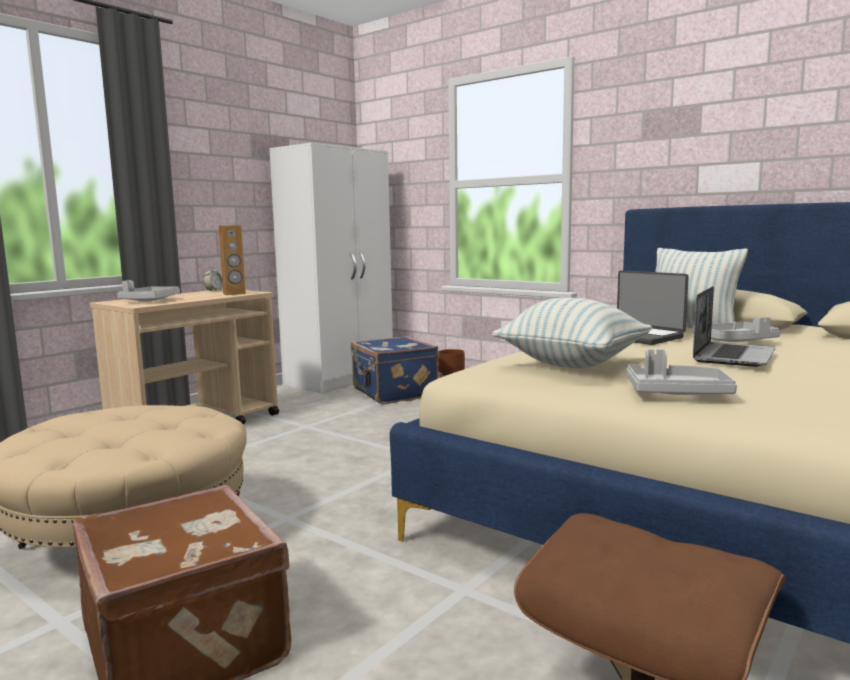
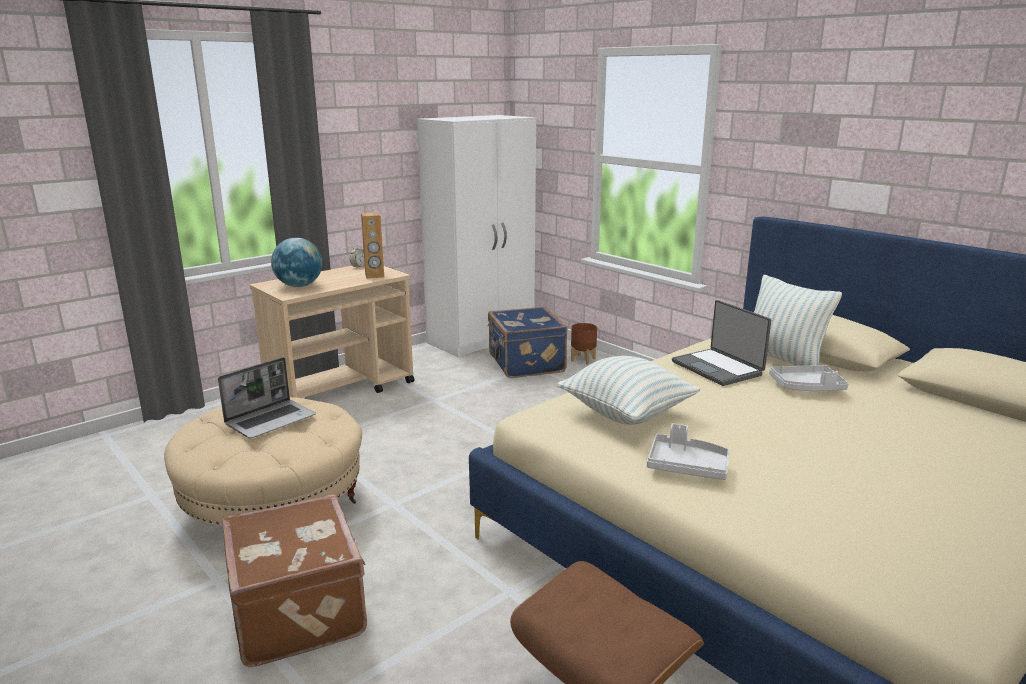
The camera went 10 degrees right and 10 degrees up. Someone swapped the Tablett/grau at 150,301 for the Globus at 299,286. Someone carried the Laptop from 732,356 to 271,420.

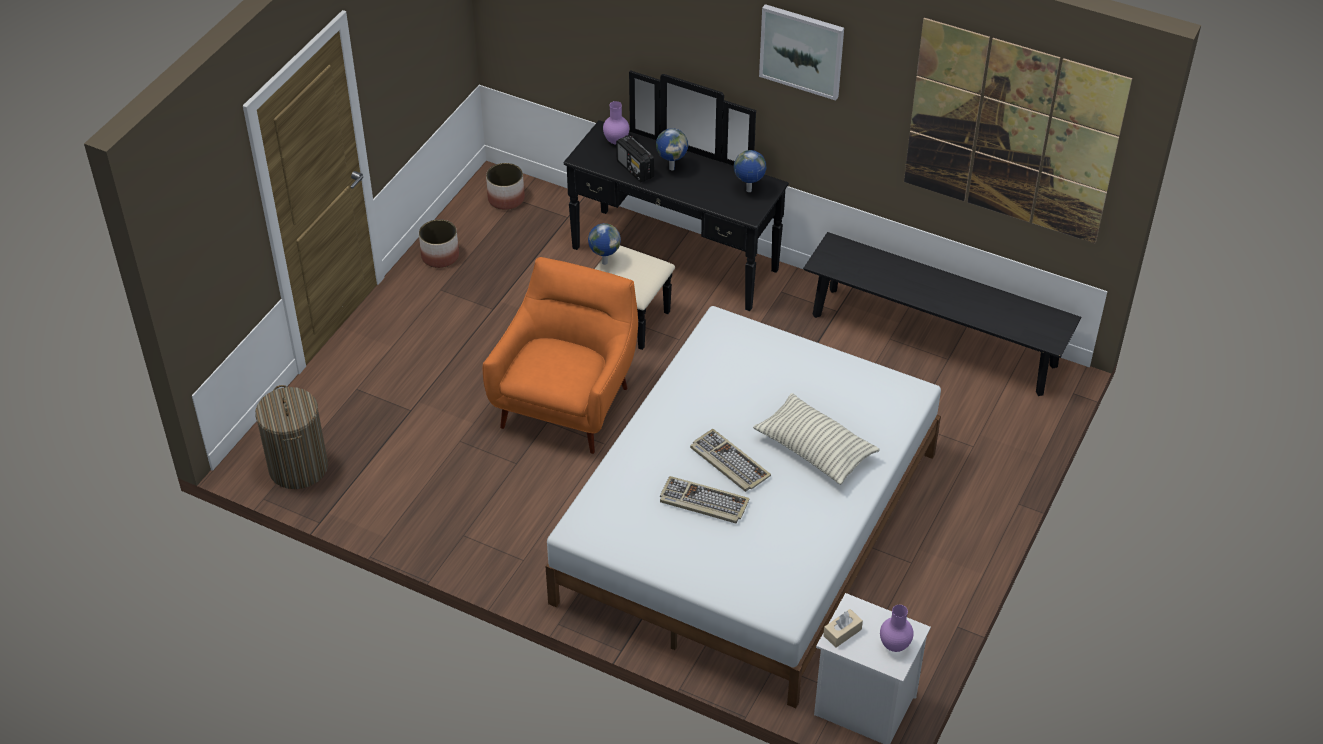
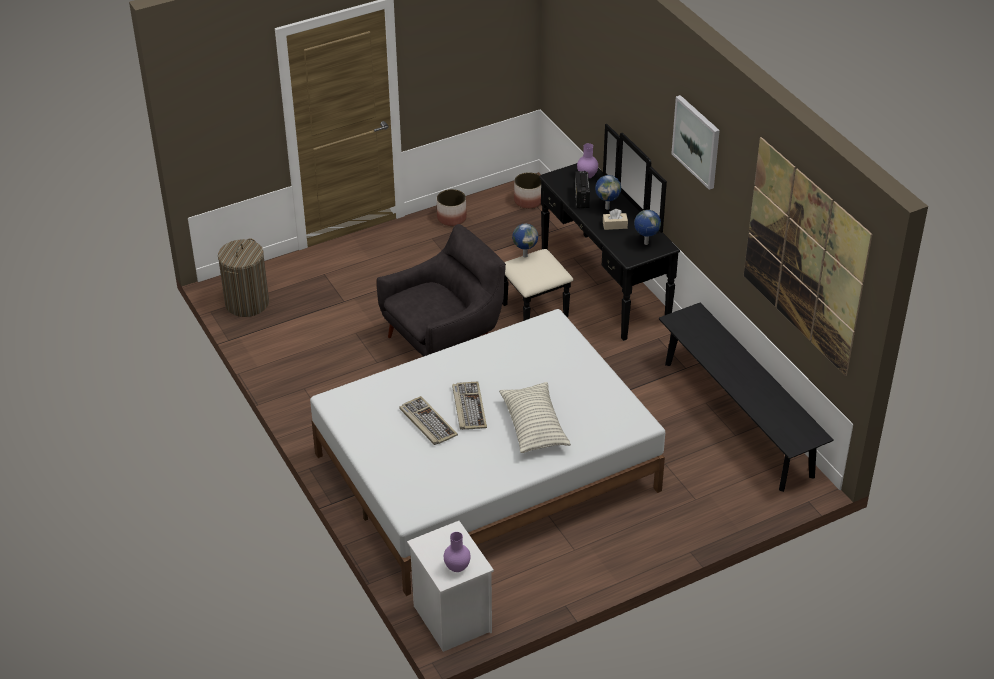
The camera went 35 degrees right and 5 degrees down. Someone repainted the Sessel/orange at 567,403, which became the Sessel/grau at 444,341. Someone carried the Taschentuchbox/beige from 842,632 to 615,225.

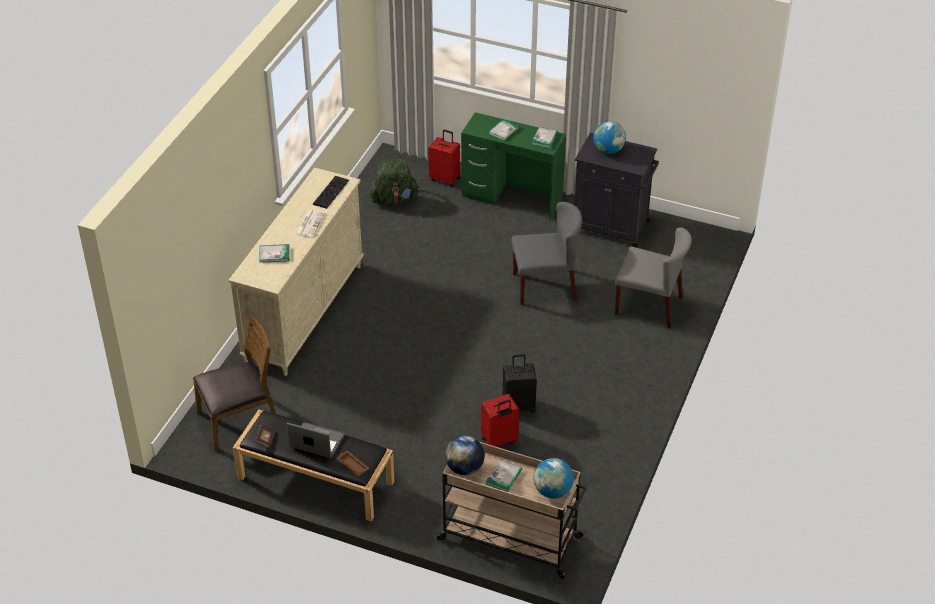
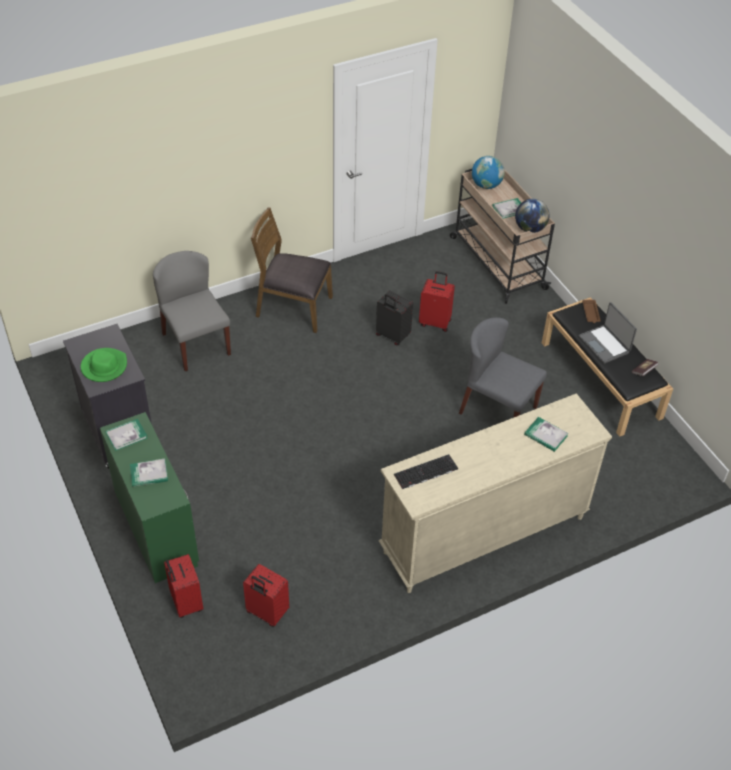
The camera went 140 degrees left and 5 degrees up. Someone carried the Stuhl/braun from 239,420 to 293,307. Someone took away the Zeitung at 309,223. Someone swapped the Rucksack/grün at 394,200 for the Koffer/rot at 266,613. Someone carried the Stuhl/grau from 544,286 to 497,410. Someone swapped the Globus at 608,150 for the Hut/grün at 104,367.

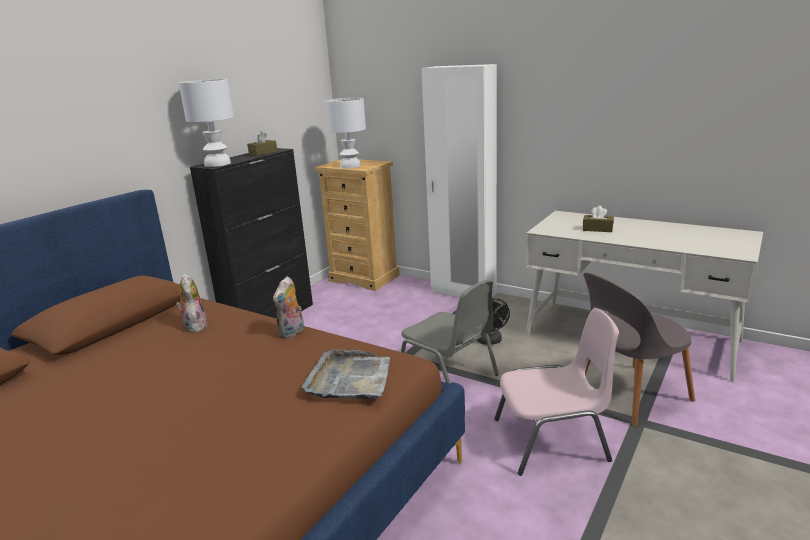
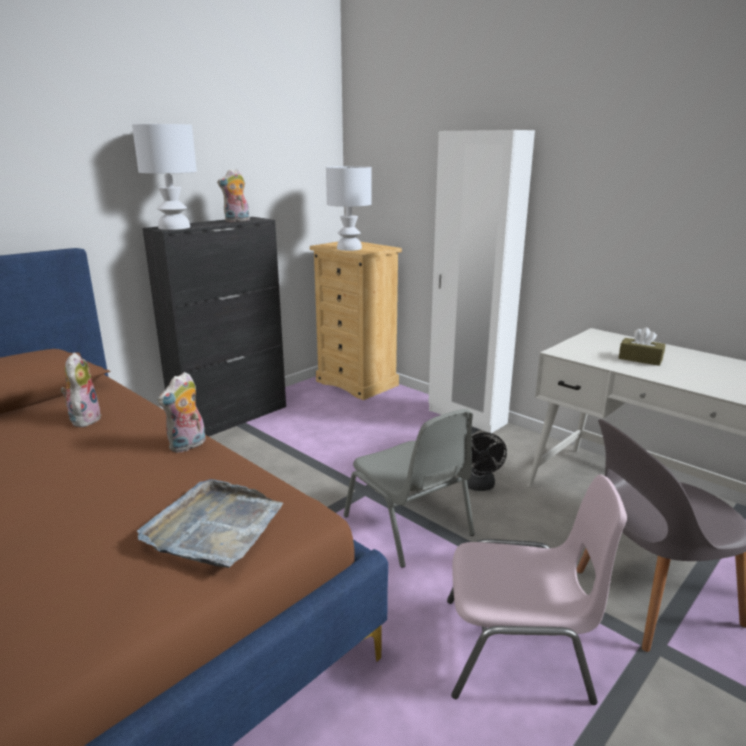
The camera went 10 degrees right and 0 degrees up. Someone swapped the Taschentuchbox/braun at 263,153 for the Plüschtier at 237,221.

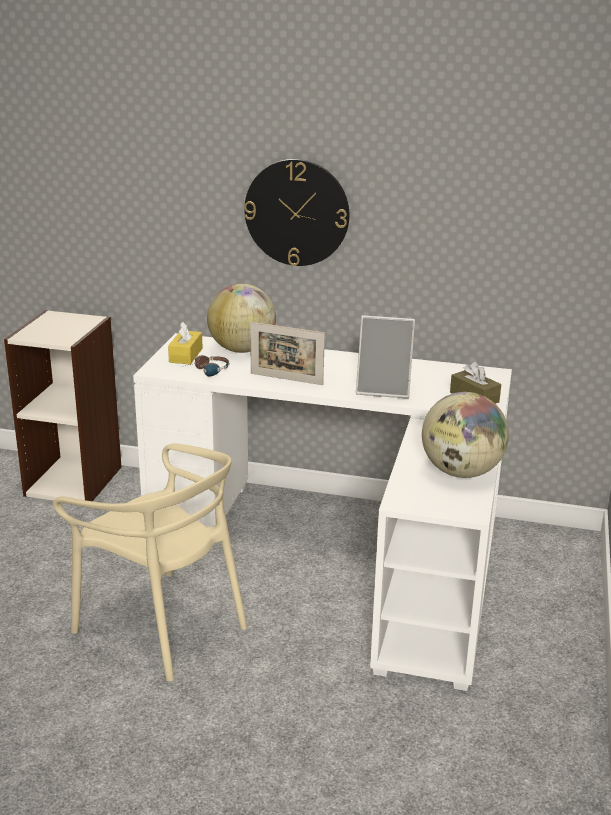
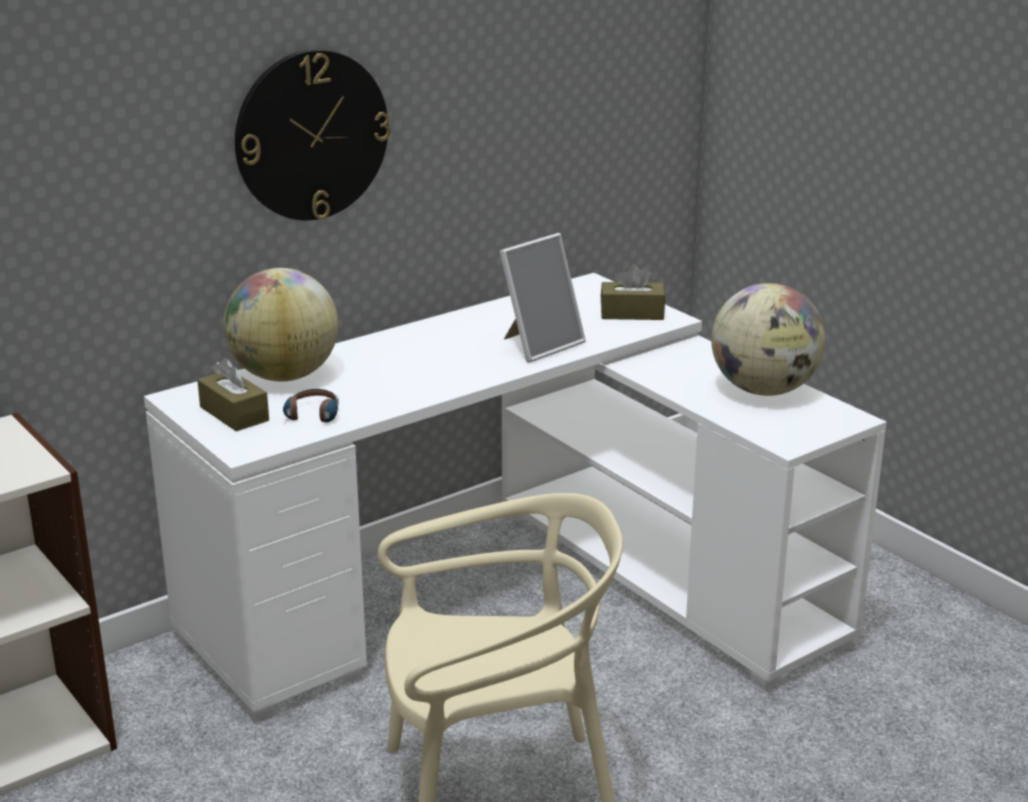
The camera went 50 degrees left and 0 degrees up. Someone repainted the Taschentuchbox/gelb at 186,355, which became the Taschentuchbox/braun at 234,414. Someone took away the Bilderrahmen at 286,379.

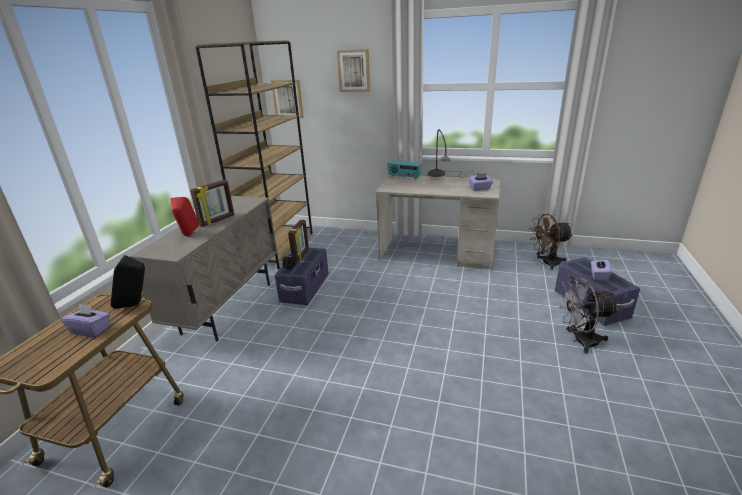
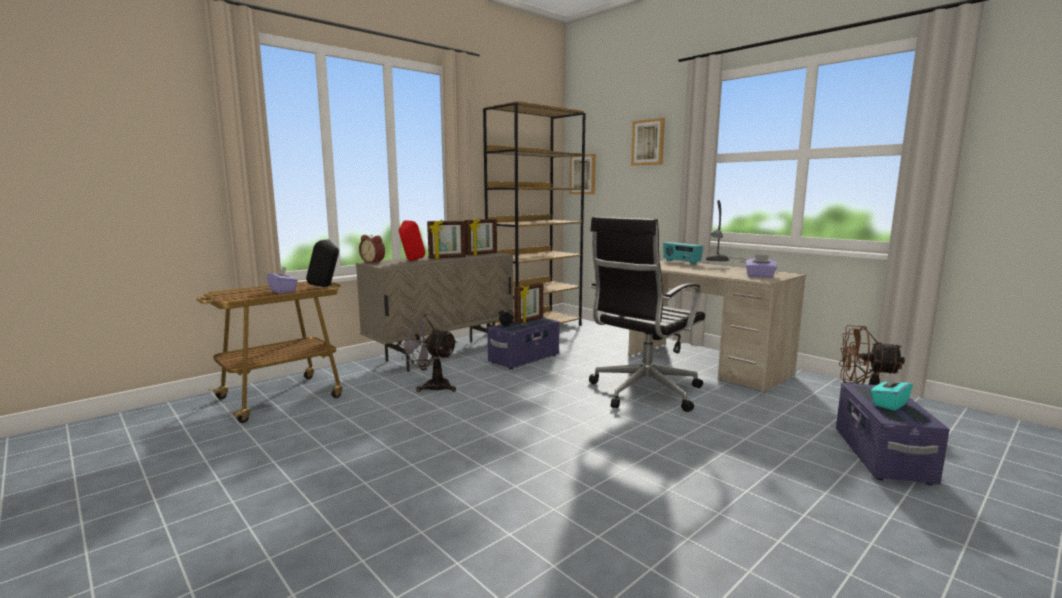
The camera went 30 degrees right and 15 degrees down. Someone carried the Ventilator/grau from 580,341 to 432,386. Someone repainted the Taschentuchbox/lila at 598,276, which became the Taschentuchbox/türkis at 889,404. Someone put down the Wecker at 374,262. Someone put down the Bilderrahmen at 482,254. Someone put down the Bürostuhl/schwarz at 643,392.

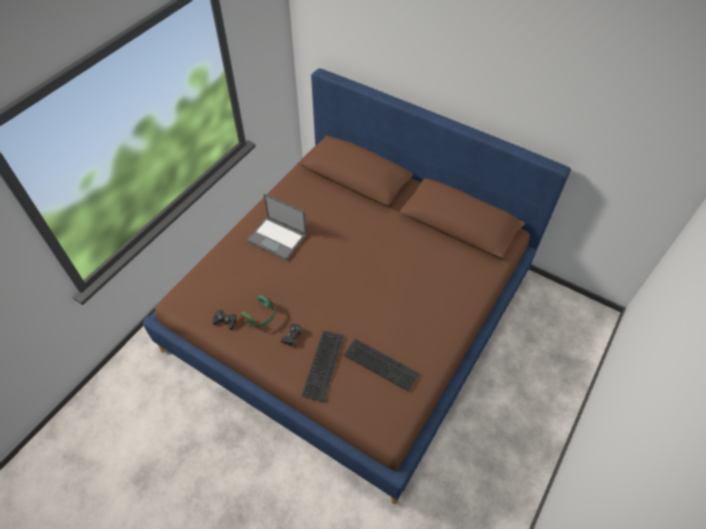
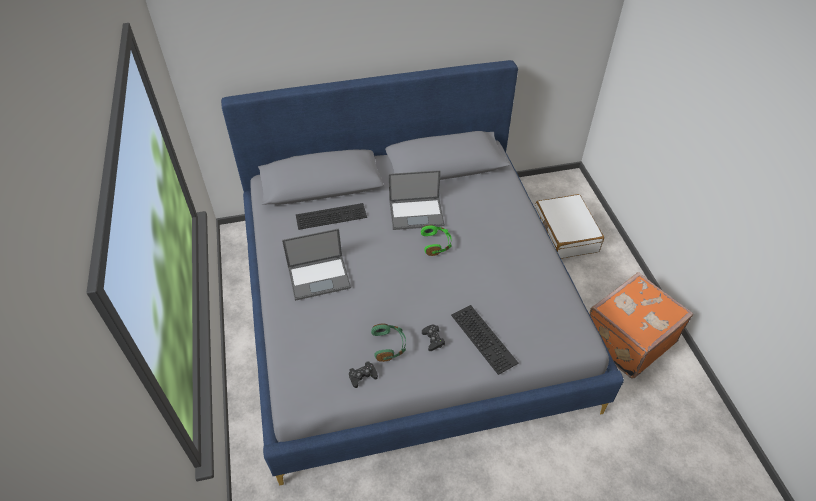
The camera went 45 degrees left and 5 degrees down. Someone repainted the Bett/braun at 352,310, which became the Bett/grau at 408,307. Someone carried the Tastatur from 382,363 to 331,215. Someone put down the Laptop at 417,213. Someone put down the Kopfhörer/grün at 436,244. Someone put down the Koffer/weiß at 564,234. Someone put down the Koffer/orange at 626,339.

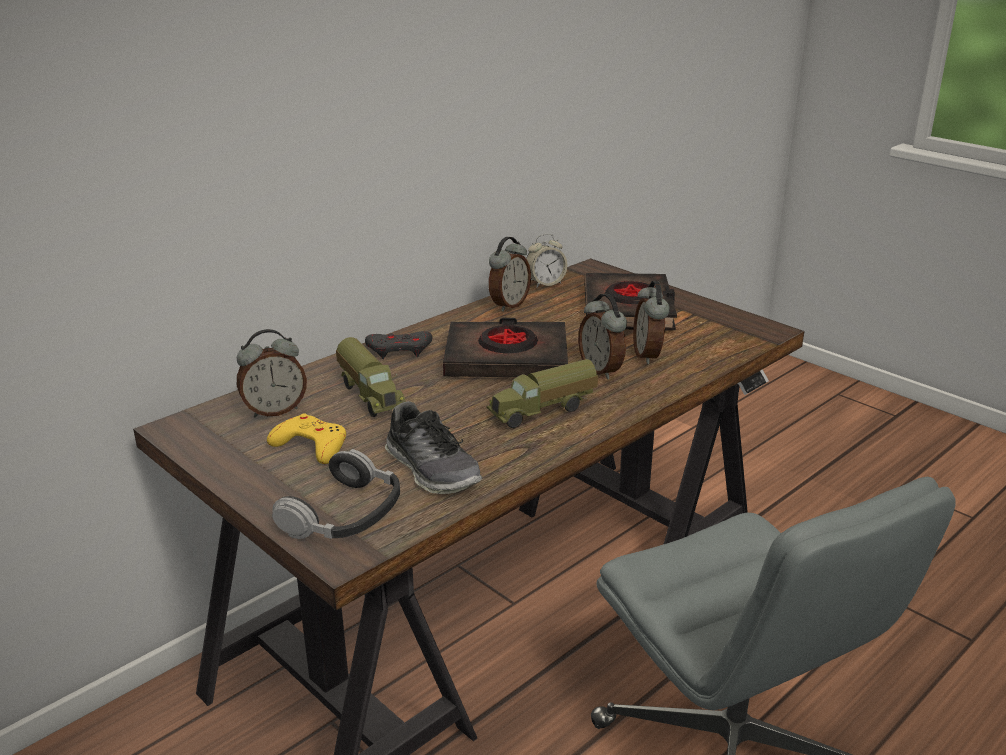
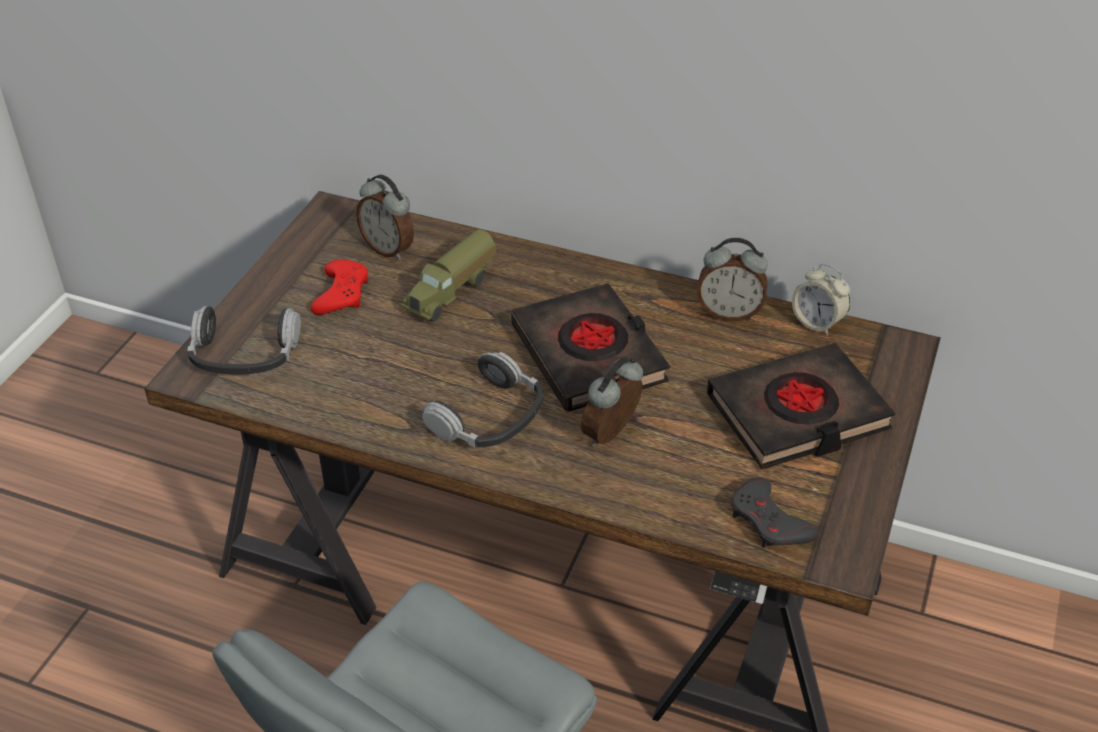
The camera went 65 degrees right and 15 degrees up. Someone repainted the Gamepad/gelb at 311,445, which became the Gamepad/rot at 341,293. Someone carried the Gamepad/grau from 399,350 to 769,522. Someone took away the Schuh at 432,469. Someone swapped the Spielzeuglaster at 543,411 for the Kopfhörer at 489,417. Someone took away the Wecker at 648,355.

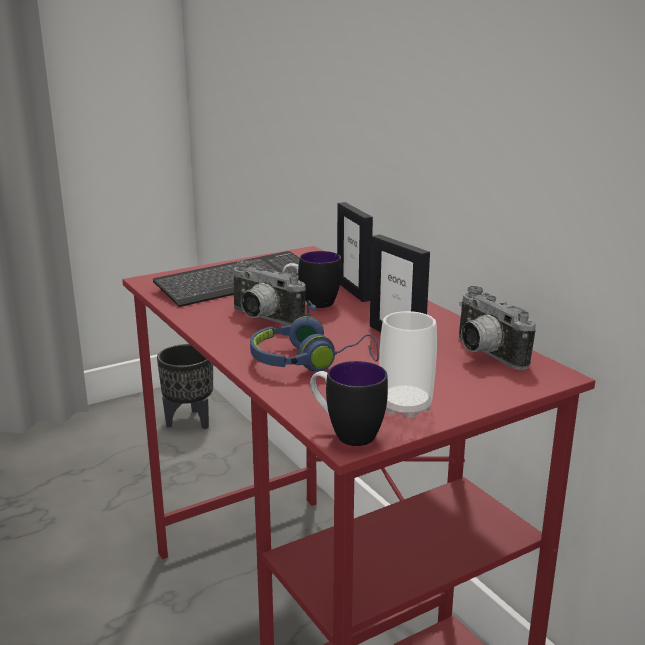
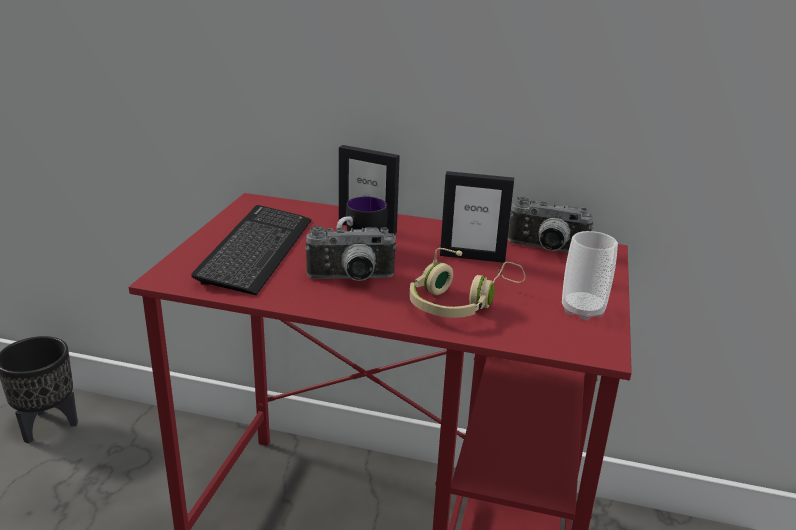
The camera went 45 degrees left and 5 degrees up. Someone repainted the Kopfhörer/blau at 310,361, which became the Kopfhörer/beige at 460,302. Someone took away the Henkelbecher at 346,433.

